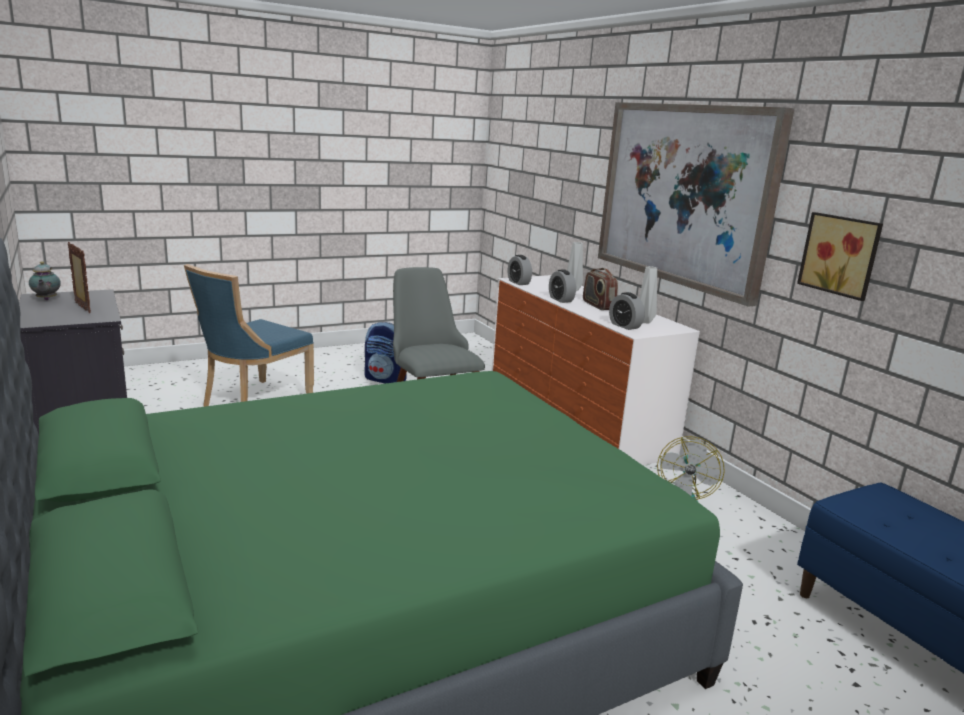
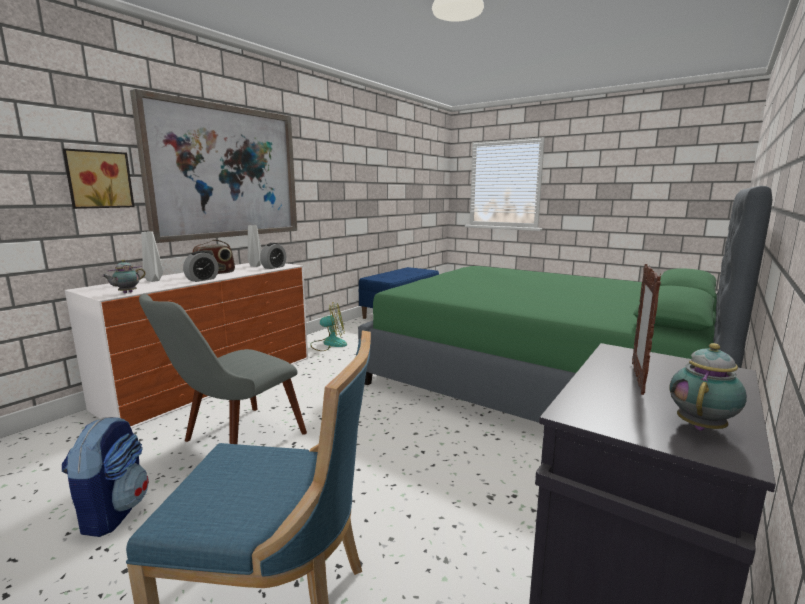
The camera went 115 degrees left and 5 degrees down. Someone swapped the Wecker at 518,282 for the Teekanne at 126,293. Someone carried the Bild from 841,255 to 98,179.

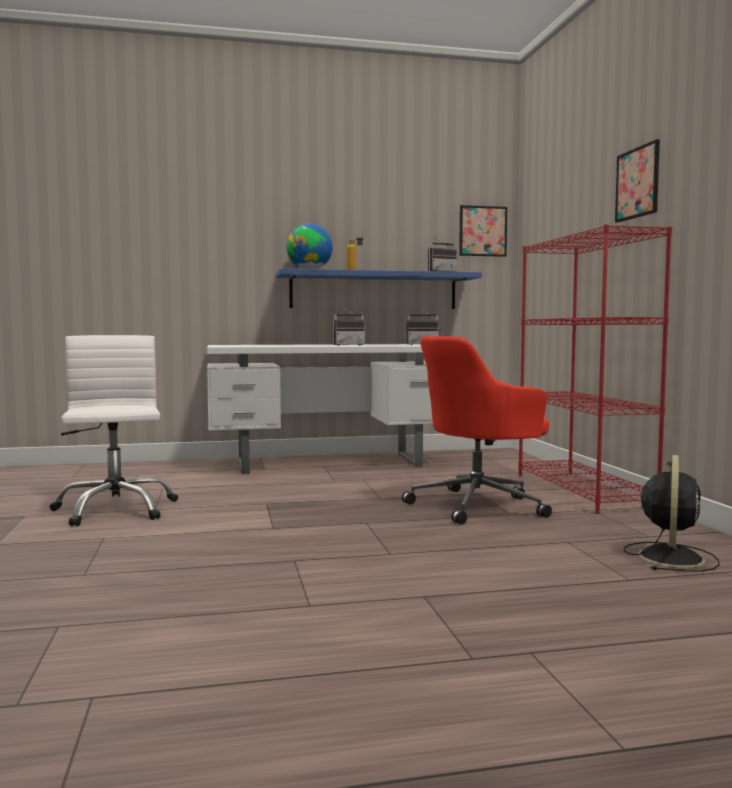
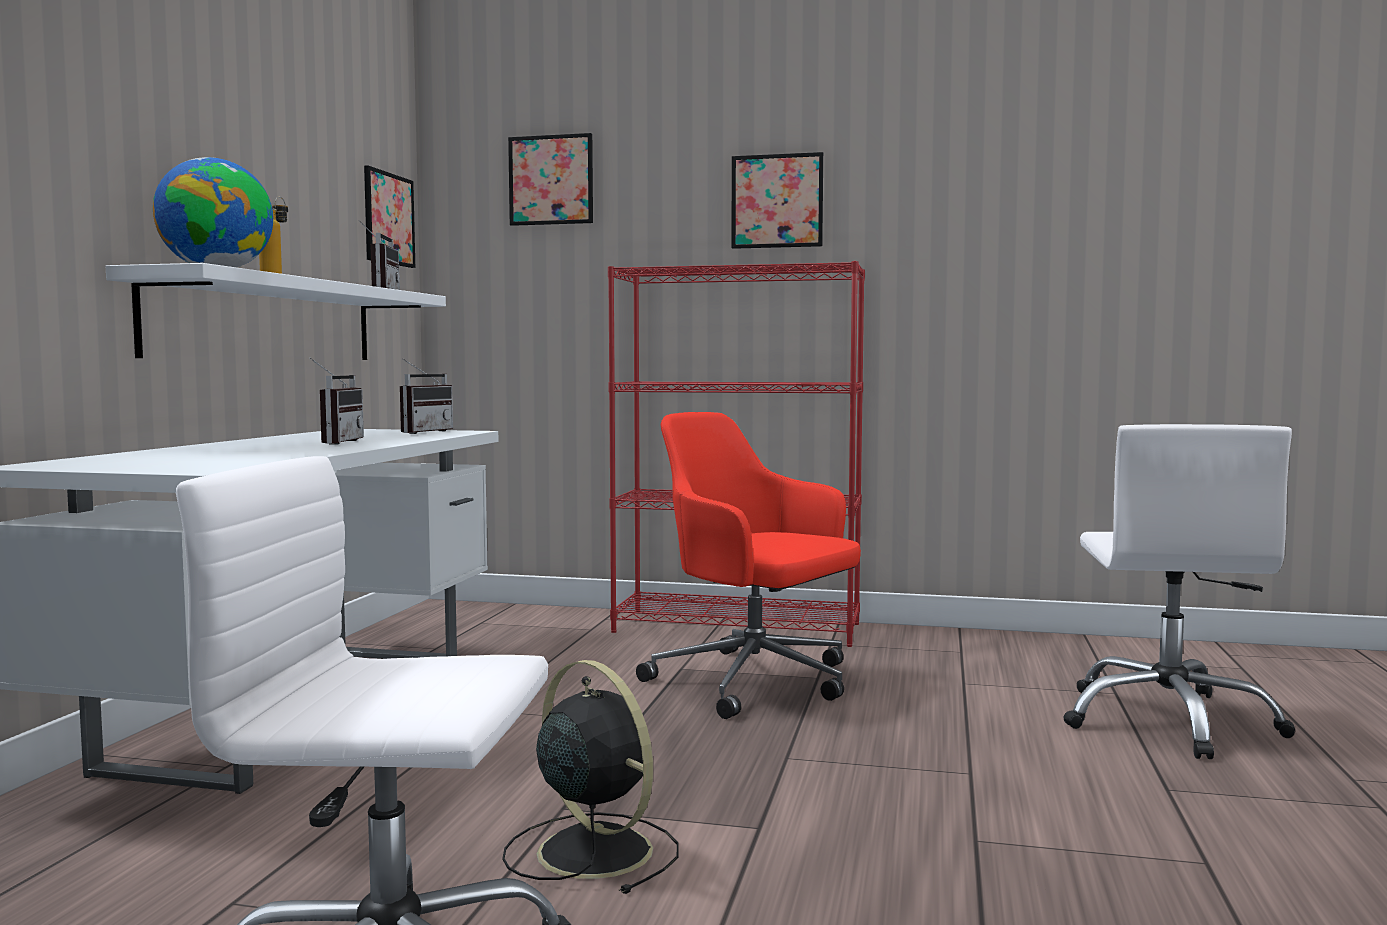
The camera went 65 degrees left and 0 degrees up. Someone repainted the Wandregal/blau at 374,291, which became the Wandregal/weiß at 267,321. Someone rotated the Bürostuhl/rot at 478,505 by 135 degrees clockwise. Someone carried the Ventilator/schwarz from 671,556 to 591,850. Someone put up the Bild at 551,180. Someone put down the Bürostuhl/weiß at 1169,720.

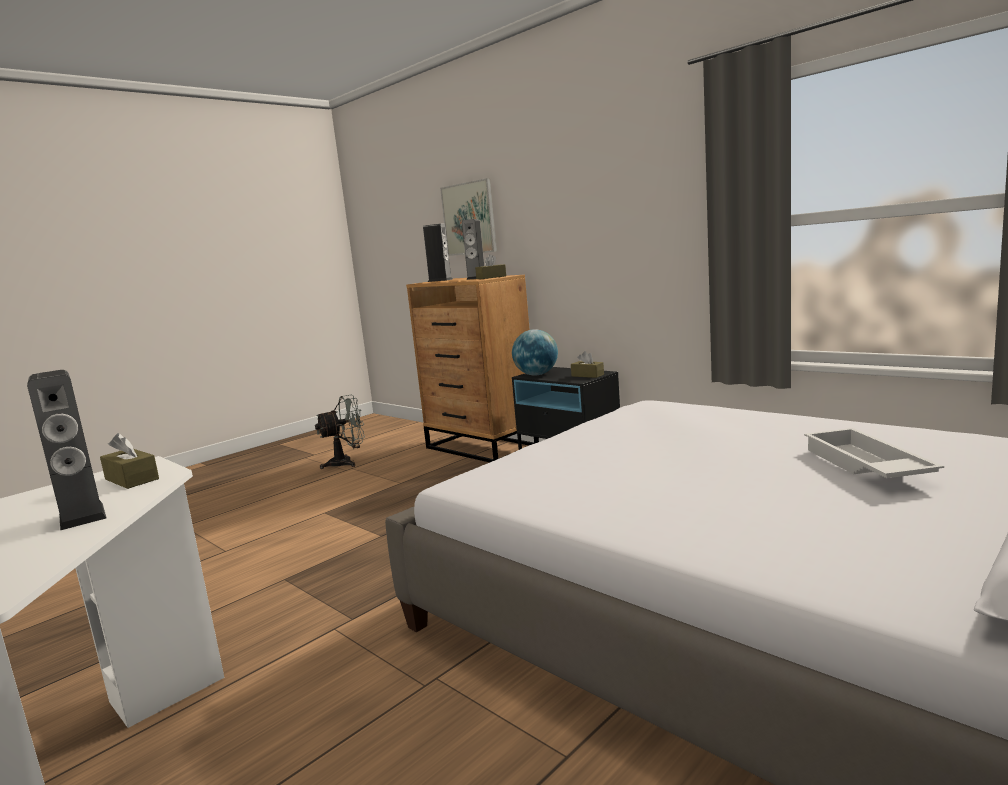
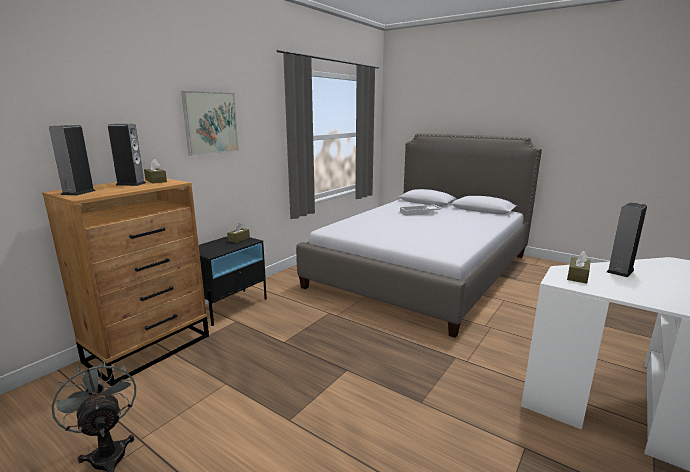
The camera went 100 degrees left and 5 degrees up. Someone carried the Bild from 469,218 to 211,123. Someone took away the Globus at 536,375.

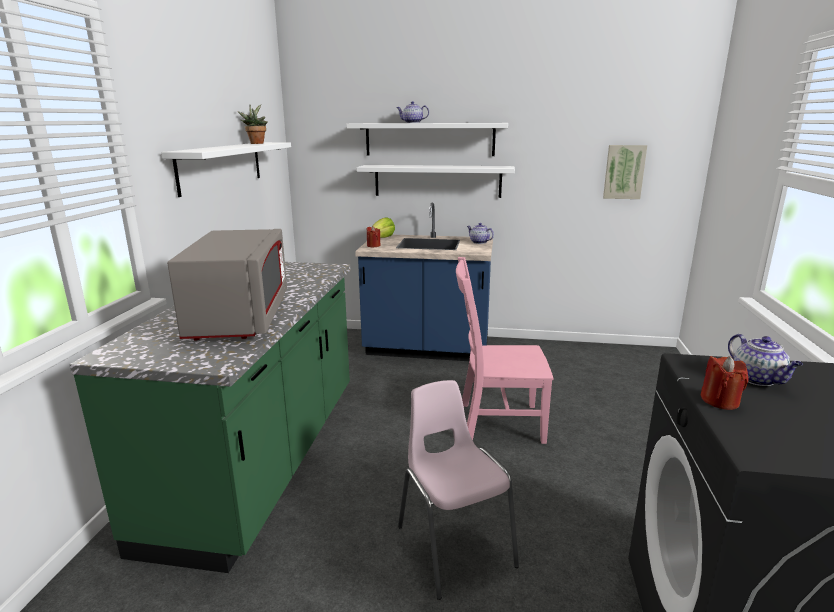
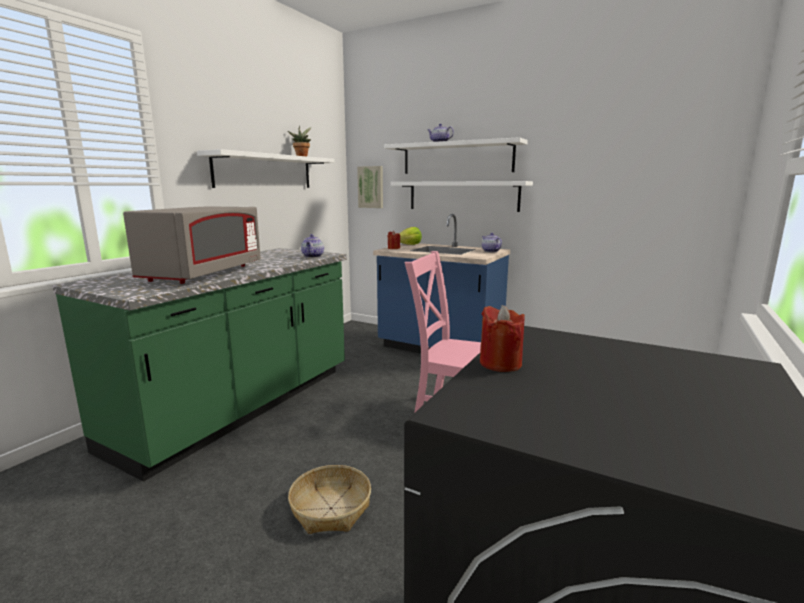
The camera went 20 degrees right and 5 degrees down. Someone swapped the Stuhl/rosa at 454,545 for the Korb at 331,508. Someone carried the Bild from 624,172 to 371,187. Someone carried the Teekanne from 758,379 to 313,256.

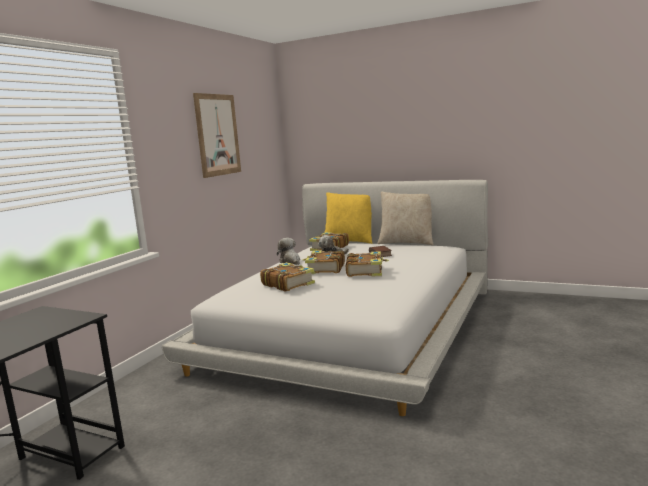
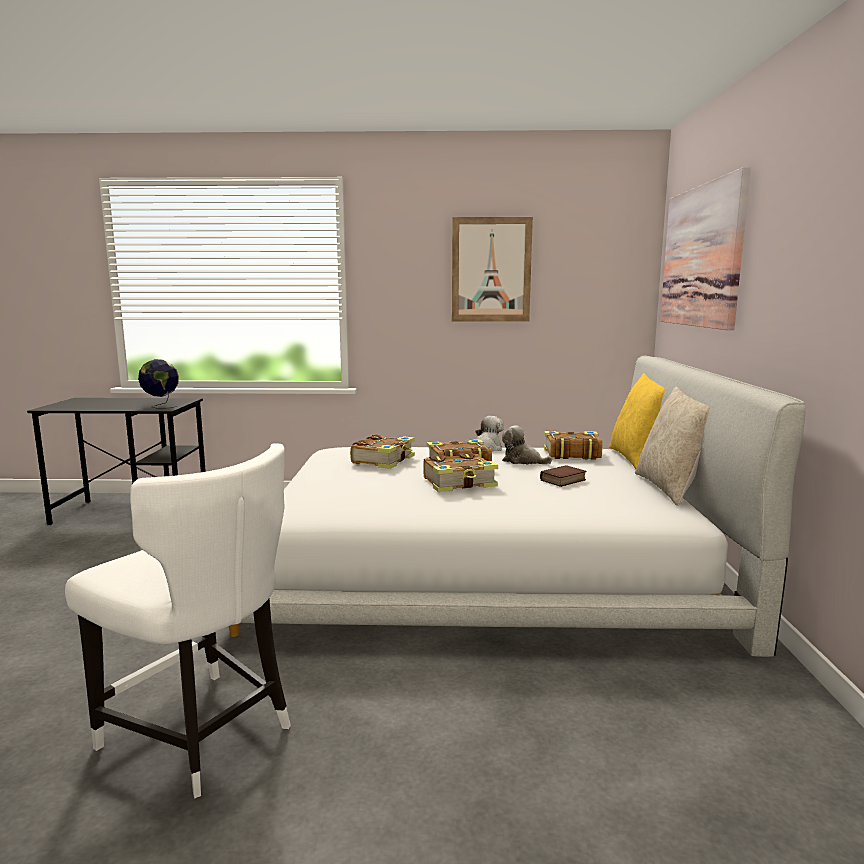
The camera went 65 degrees right and 0 degrees up. Someone put down the Stuhl/weiß at 202,735. Someone put down the Globus at 161,406. Someone put up the Bild at 701,256.

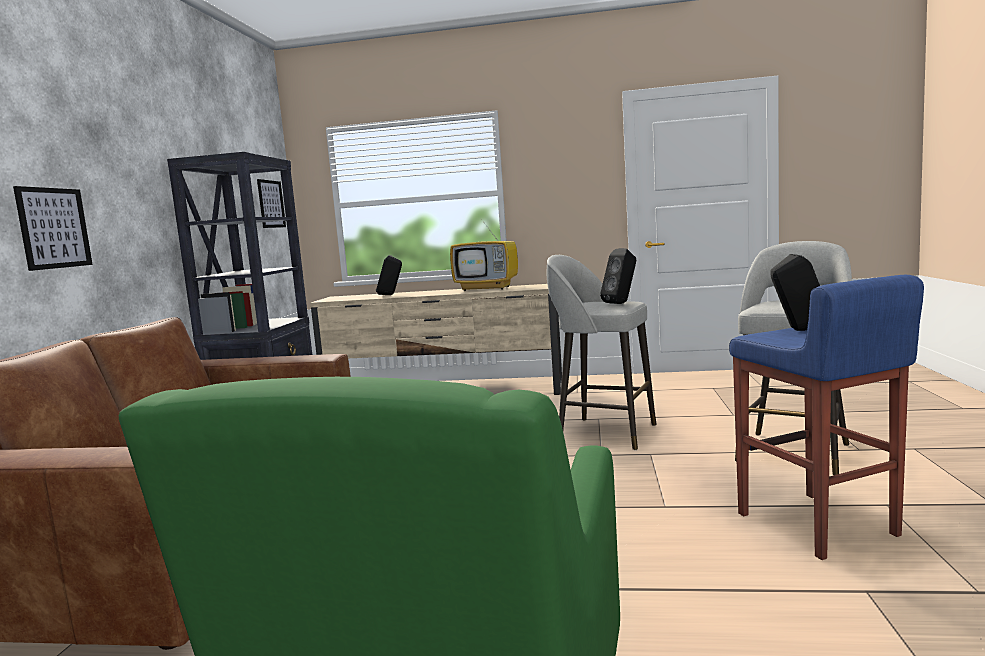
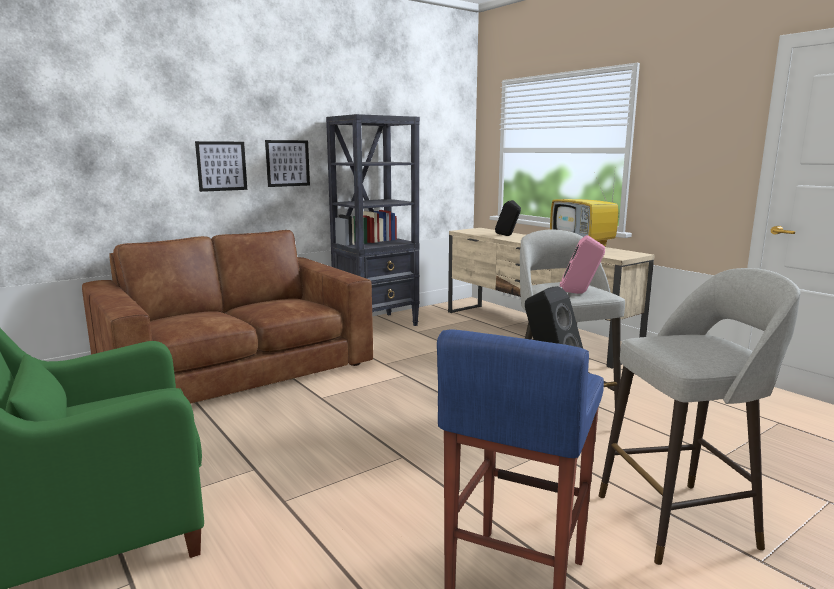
The camera went 45 degrees right and 5 degrees up. Someone carried the Bild from 271,204 to 287,163. Someone repainted the Lautsprecher/schwarz at 621,303, which became the Lautsprecher/rosa at 580,293.

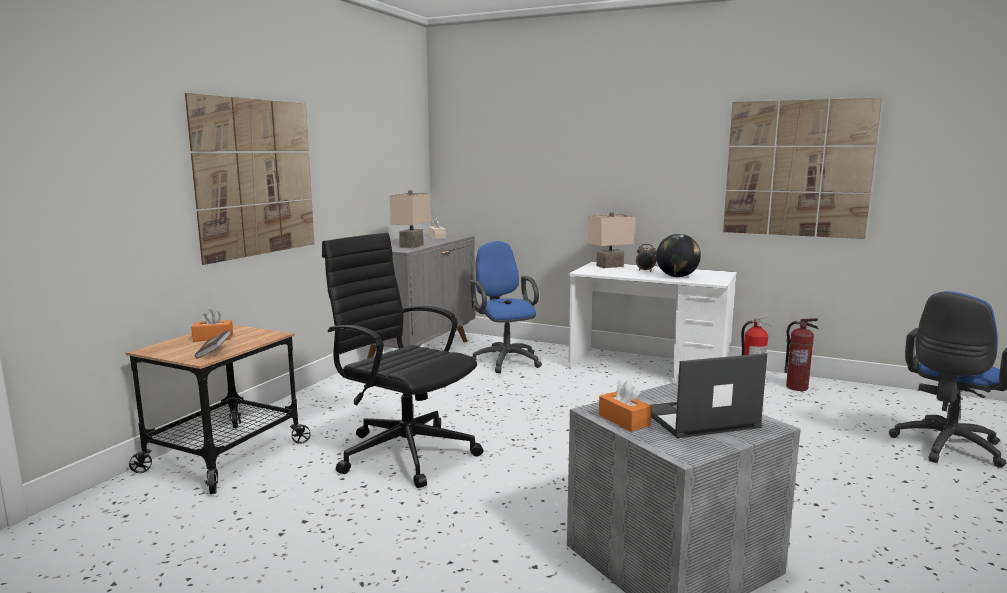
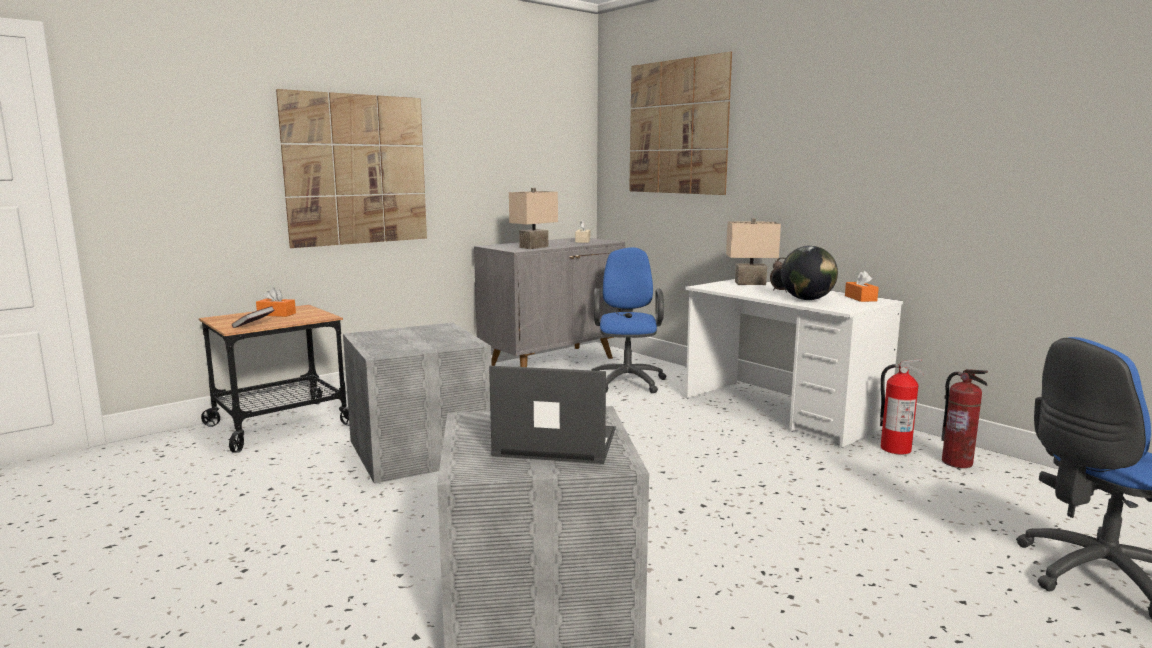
The camera went 25 degrees right and 0 degrees up. Someone swapped the Bürostuhl/schwarz at 404,452 for the Aufbewahrungsbox/grau at 421,449. Someone carried the Taschentuchbox/orange from 624,420 to 860,298. Someone carried the Bild from 797,169 to 677,127.

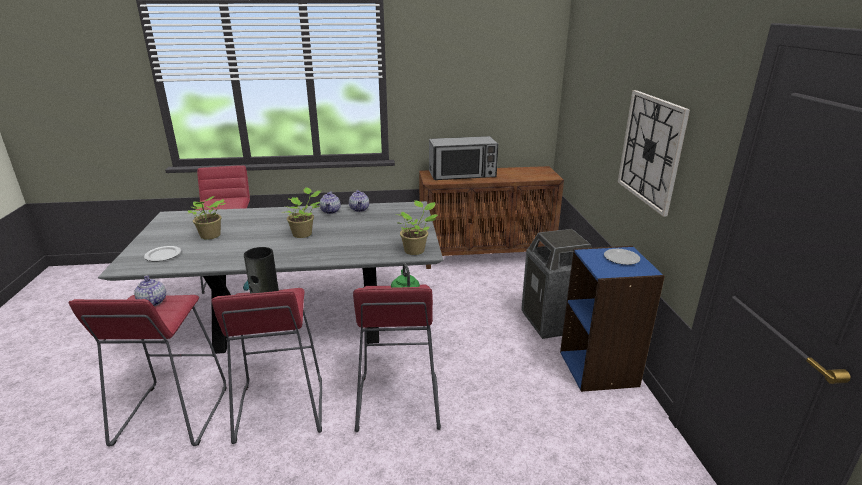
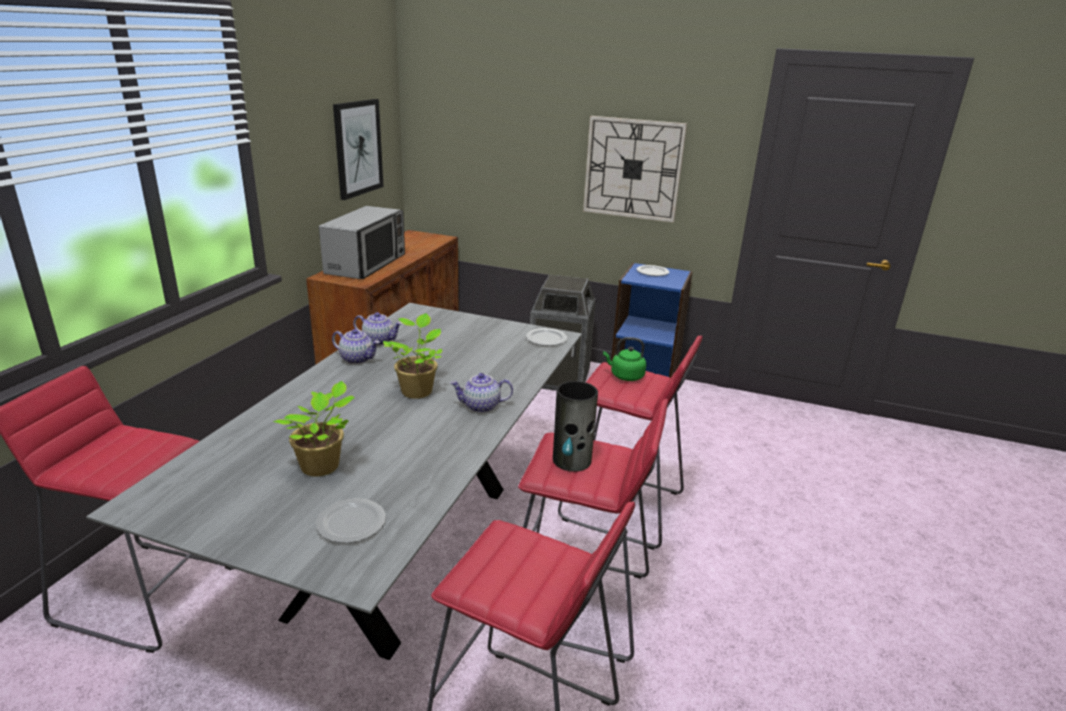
The camera went 65 degrees left and 0 degrees up. Someone carried the Teekanne from 152,302 to 481,406. Someone swapped the Topfpflanze at 415,250 for the Teller at 546,339. Someone put up the Bild at 358,148.

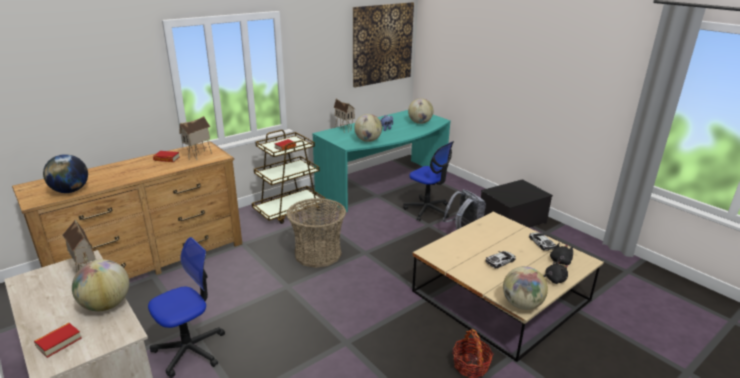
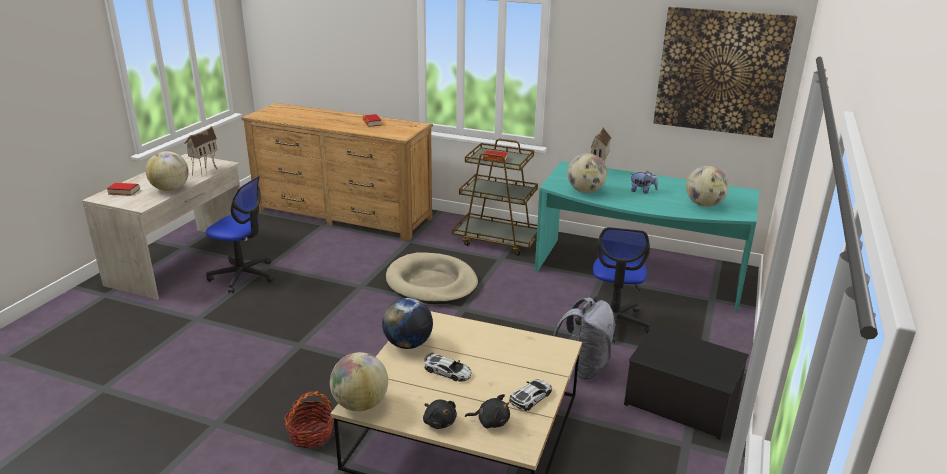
The camera went 60 degrees right and 0 degrees up. Someone carried the Globus from 70,191 to 408,344. Someone took away the Spielzeughaus at 199,156. Someone swapped the Korb at 318,254 for the Hundebett/beige at 431,283.

